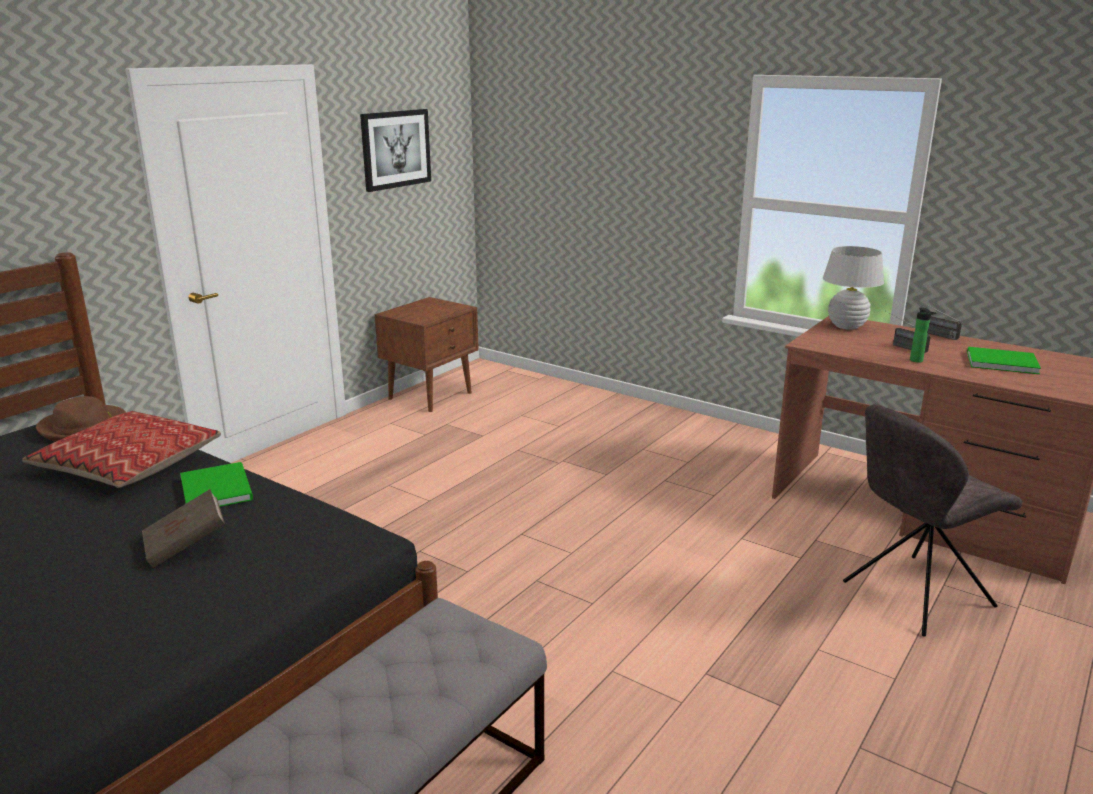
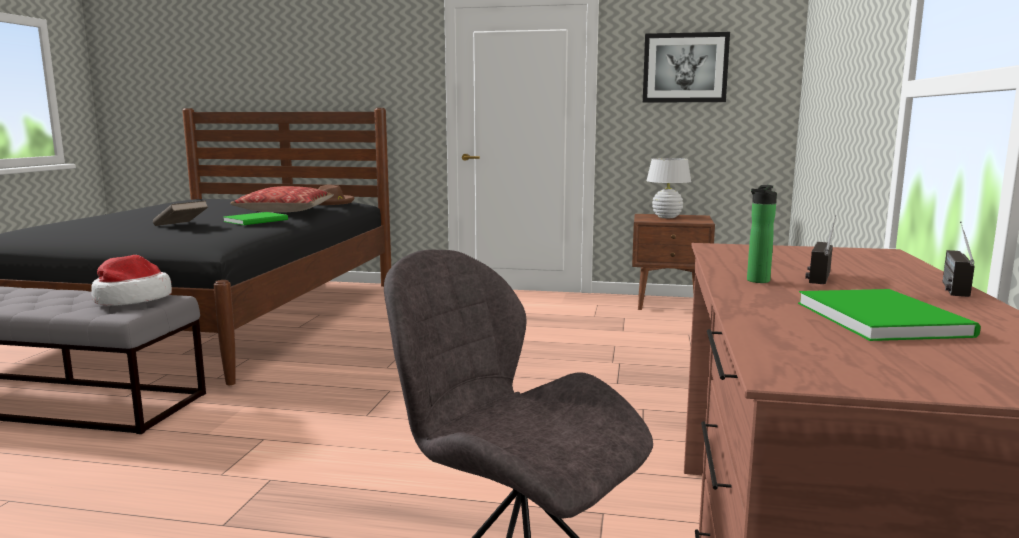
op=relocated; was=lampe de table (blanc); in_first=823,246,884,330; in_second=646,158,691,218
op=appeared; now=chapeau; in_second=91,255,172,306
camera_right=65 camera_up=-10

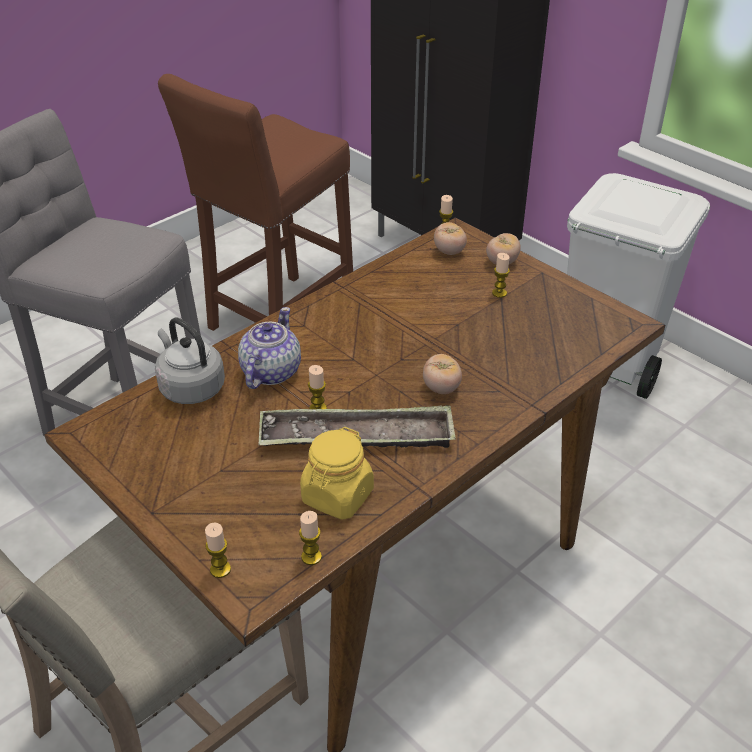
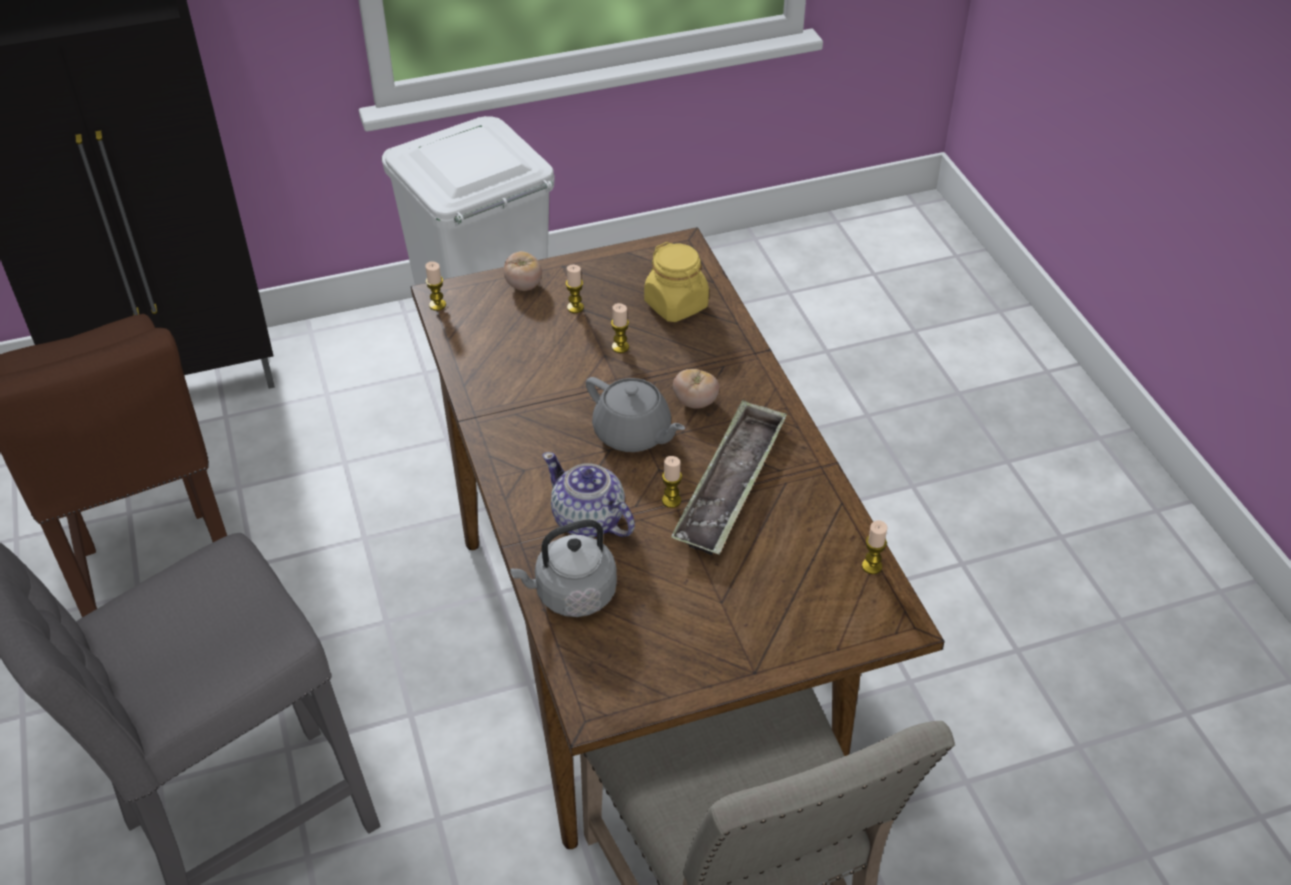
op=missing; was=tomate; in_first=434,222,467,255
op=relocated; was=bocal (jaune); in_first=300,427,374,520; in_second=644,242,709,322
op=relocated; was=bougie; in_first=205,523,231,578; in_second=611,303,629,353
op=appeared; now=théière (gris); in_second=586,377,685,452
camera_right=-65 camera_up=5

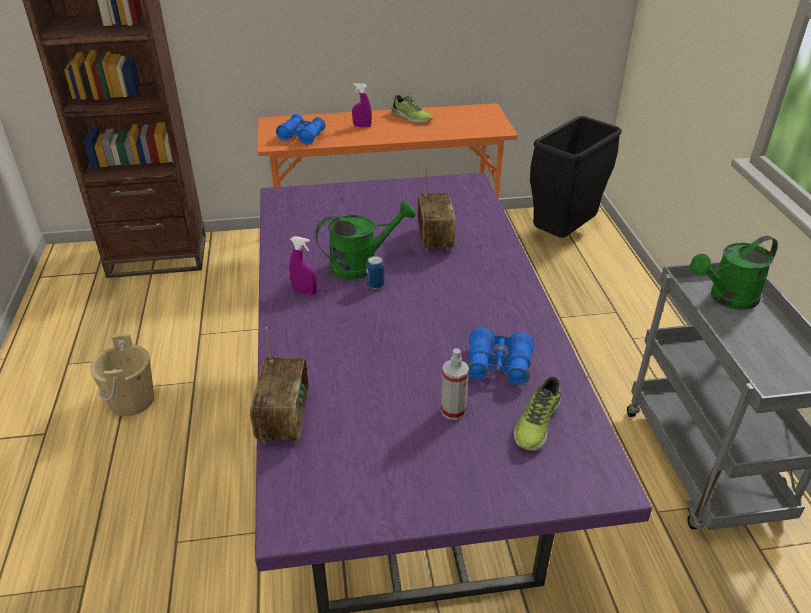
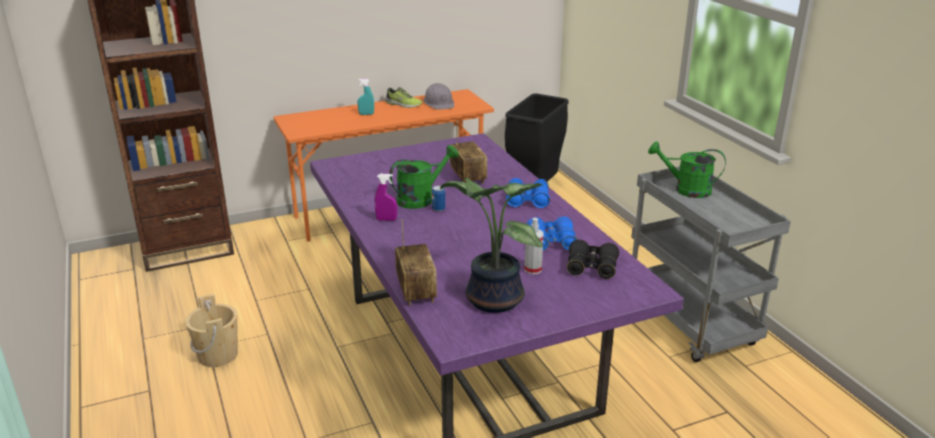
op=colour; was=vaporisateur (violet); now=vaporisateur (turquoise); in_first=352,83,372,127; in_second=357,79,374,115
op=relocated; was=jumelles (bleu); in_first=276,114,326,144; in_second=506,178,550,208
op=spun; was=arrosoir (vert); in_first=690,235,778,310; in_second=648,141,726,198; clockwise=60
op=exchanged; was=chaussure; now=jumelles (noir); in_first=514,377,561,451; in_second=567,240,619,279
op=appeared; now=casque de chantier (gris); in_second=423,83,454,110
op=appeared; now=plante en pot; in_second=440,178,543,313
camera_right=-15 camera_up=-10

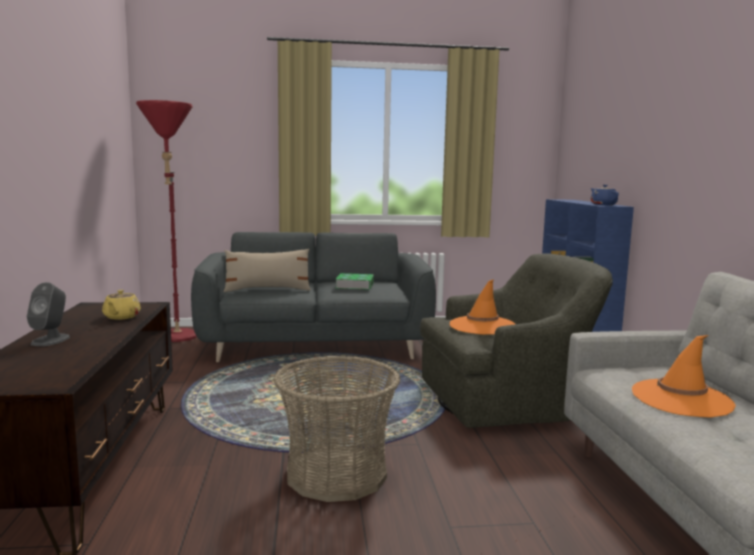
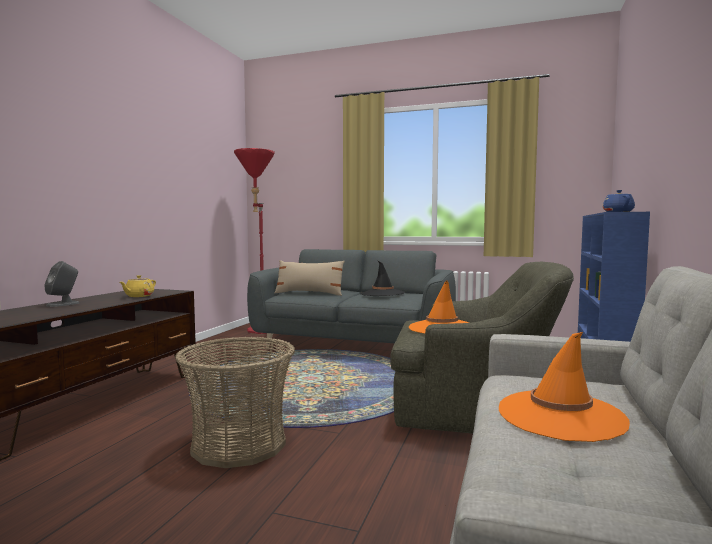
op=exchanged; was=livre; now=chapeau (noir); in_first=335,273,374,290; in_second=360,261,405,296
camera_right=25 camera_up=-5

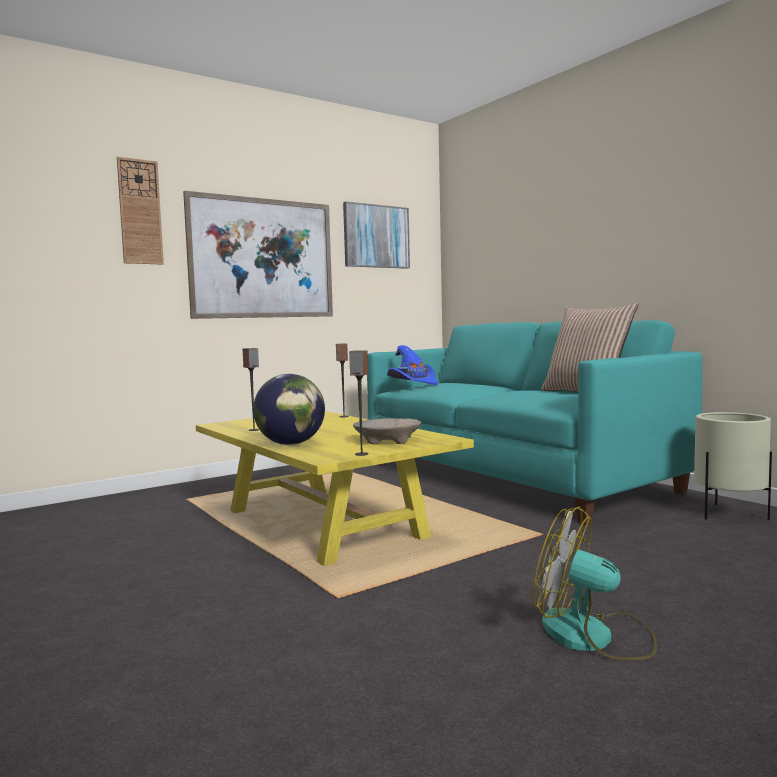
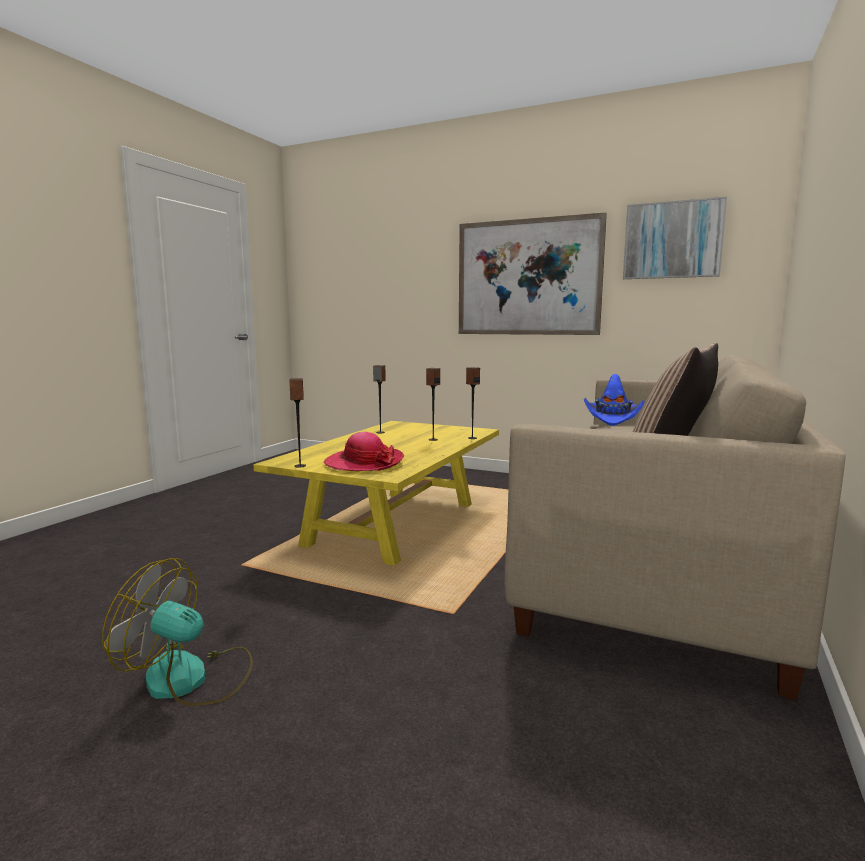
op=missing; was=horloge murale; in_first=117,157,164,265
op=colour; was=canapé (turquoise); now=canapé (beige); in_first=367,320,703,525; in_second=504,355,845,700
op=missing; was=globe; in_first=253,374,325,445
op=missing; was=cache-pot (beige); in_first=694,412,772,520
op=exchanged; was=bol (beige); now=chapeau; in_first=353,418,421,444; in_second=324,432,404,471
op=spun; was=ventilateur; in_first=532,507,657,661; in_second=102,558,253,706; clockwise=-75
op=appeared; now=enceinte; in_second=426,368,440,441
camera_right=60 camera_up=5

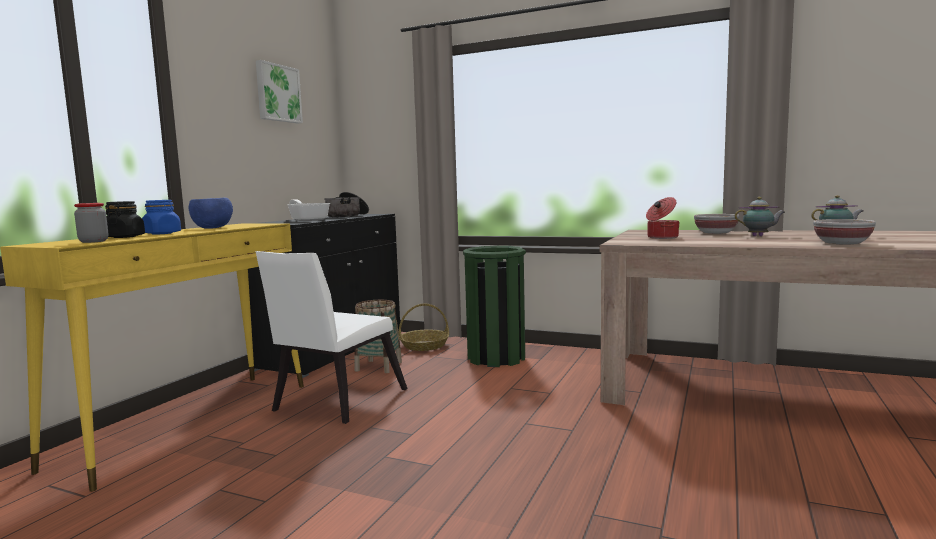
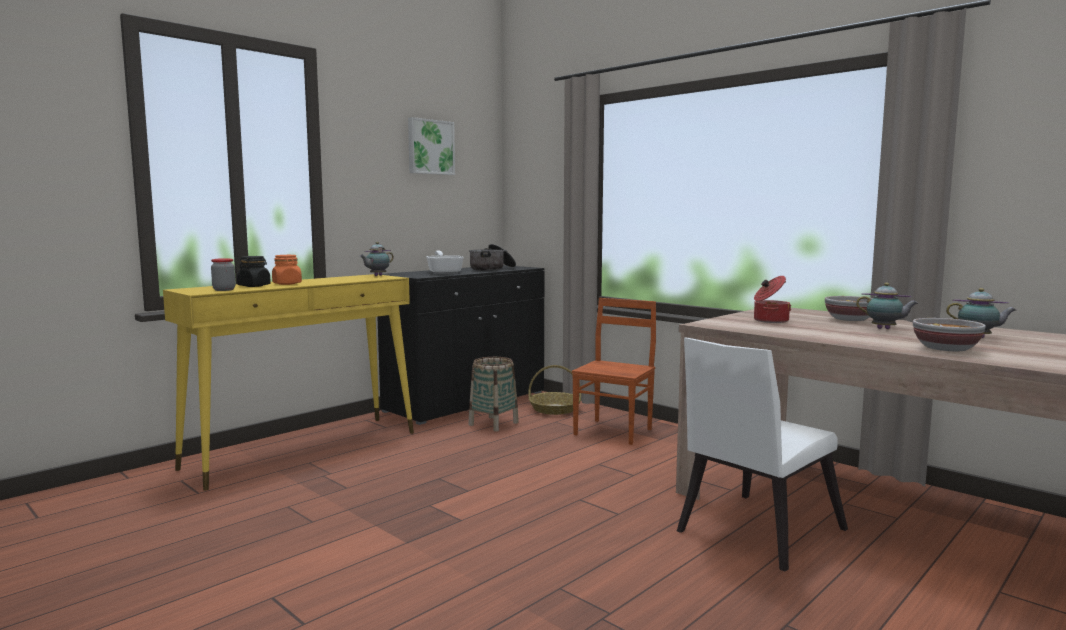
op=missing; was=bol (bleu); in_first=189,198,233,229
op=colour; was=bocal (bleu); now=bocal (orange); in_first=142,200,181,235; in_second=272,255,302,285
op=exchanged; was=poubelle (vert); now=chaise (marron); in_first=463,246,526,367; in_second=572,298,656,445
op=relocated; was=chaise (blanc); in_first=256,251,408,424; in_second=677,337,848,572
op=appeared; now=théière; in_second=360,242,394,276
camera_right=20 camera_up=0

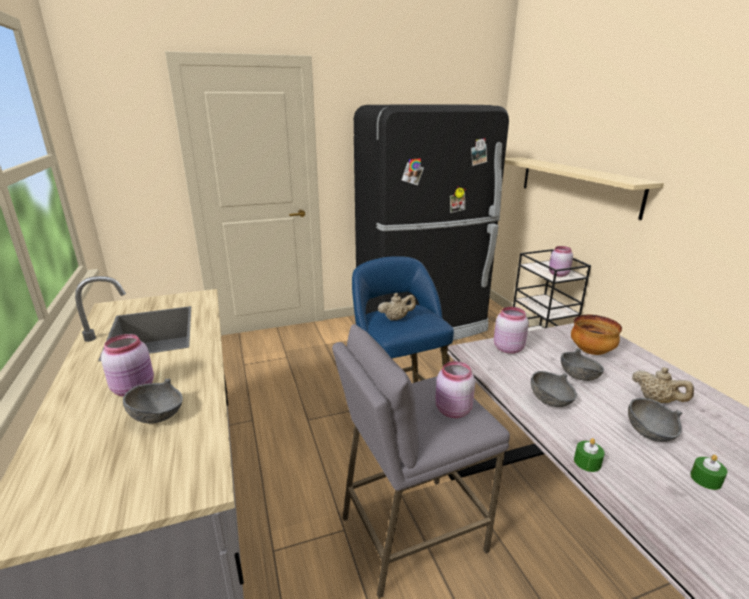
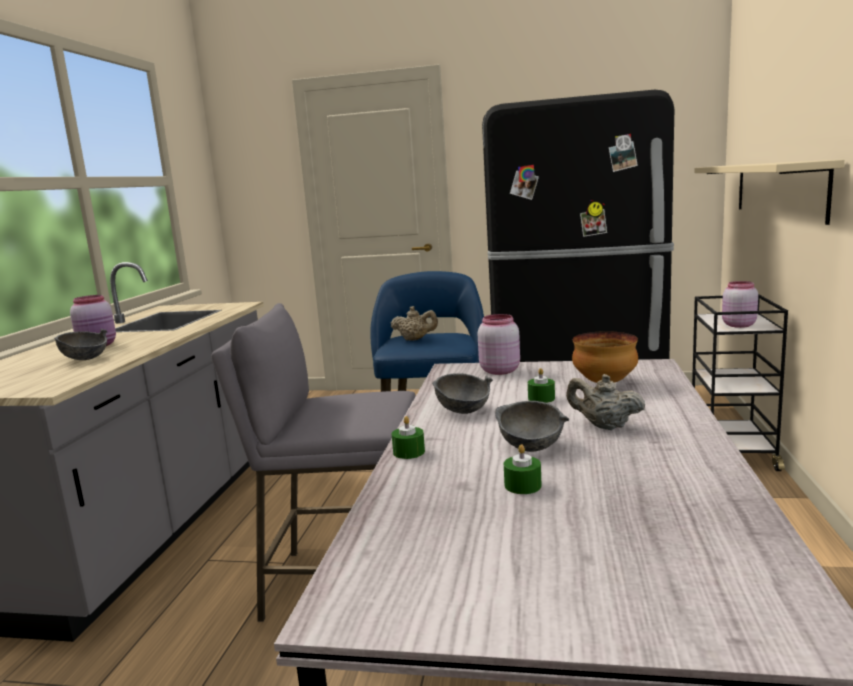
op=exchanged; was=bol (gris); now=bougie (vert); in_first=561,348,604,381; in_second=528,368,555,403
op=missing; was=bocal (rose); in_first=435,361,475,418
op=spun; was=théière (beige); in_first=632,367,694,403; in_second=566,374,645,430; clockwise=135
camera_right=30 camera_up=-10

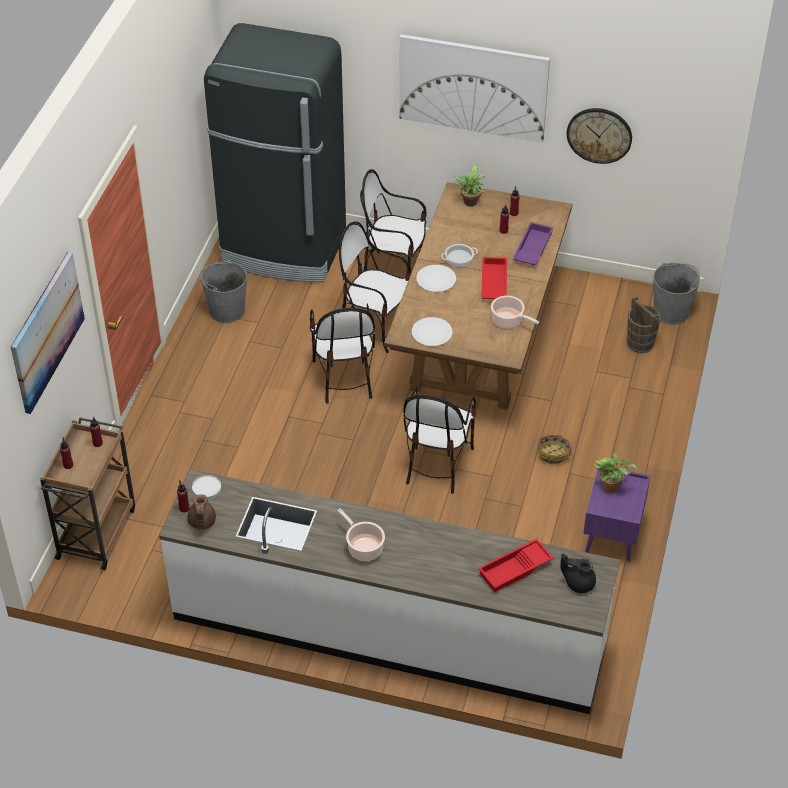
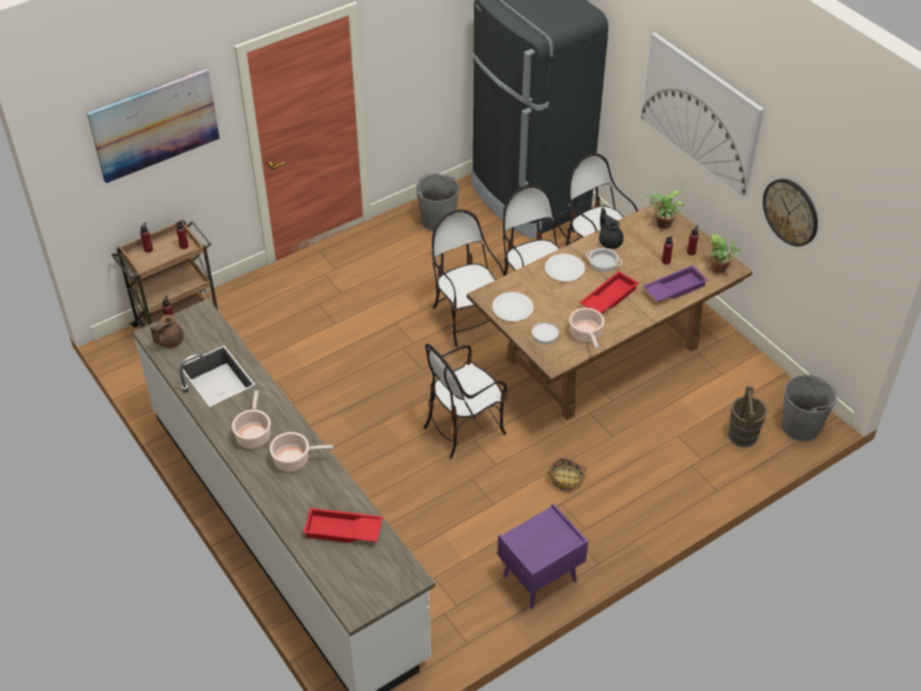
op=spun; was=chaise; in_first=310,303,375,404; in_second=432,210,505,347; clockwise=120
op=relocated; was=plante en pot; in_first=594,454,637,492; in_second=709,234,740,274
op=relocated; was=assiette (blanc); in_first=192,475,221,500; in_second=532,322,559,344
op=relocated; was=théière (noir); in_first=560,553,596,593; in_second=599,208,624,249
op=appeared; now=marmite; in_second=270,432,333,472
camera_right=40 camera_up=0

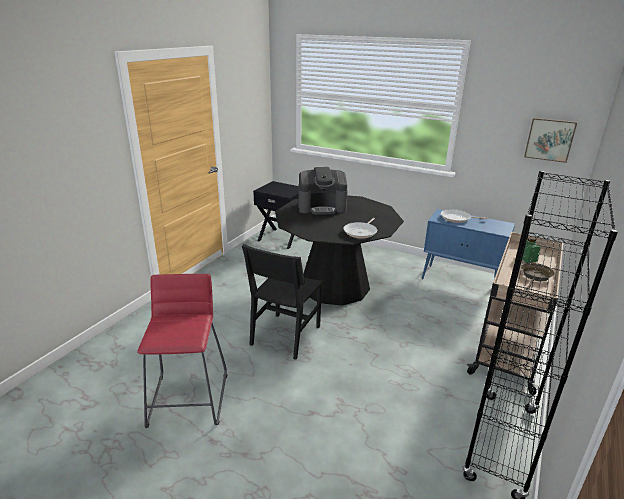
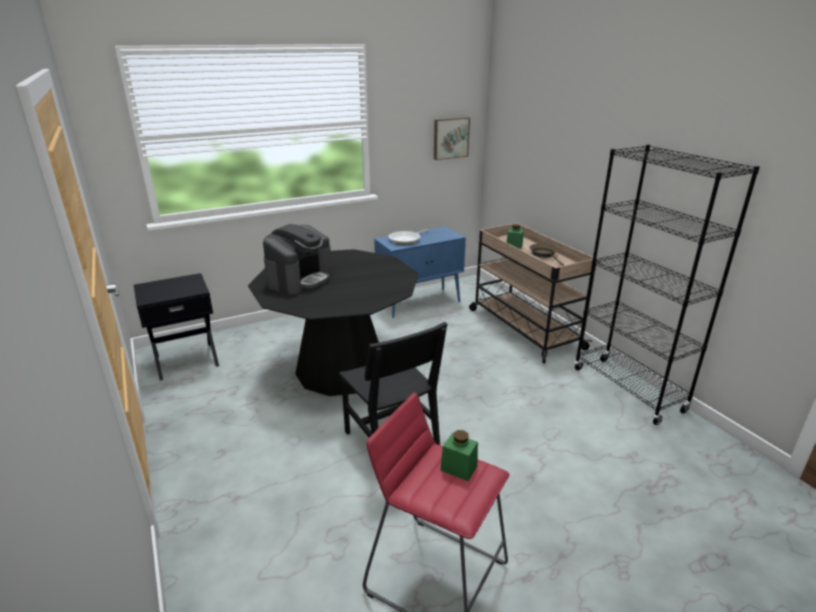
op=missing; was=poêle; in_first=344,218,377,239
op=appeared; now=bocal (vert); in_second=440,430,478,481
camera_right=-55 camera_up=0

